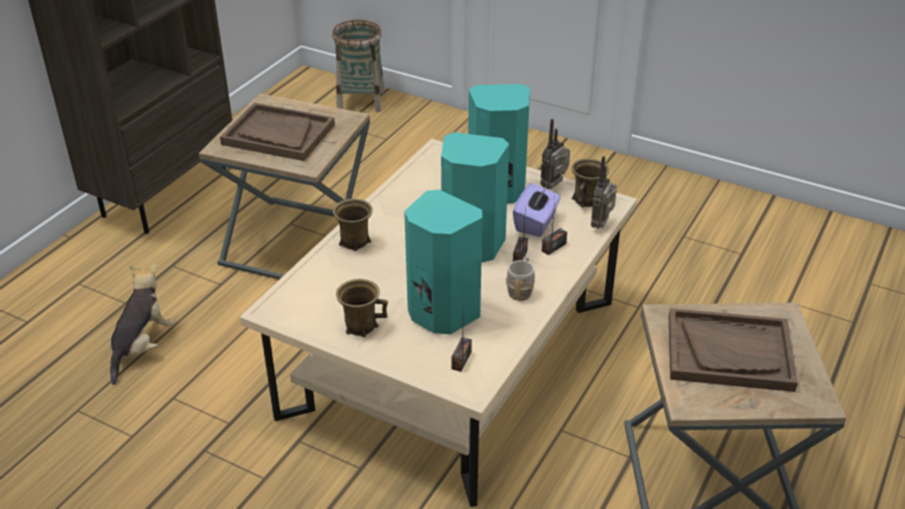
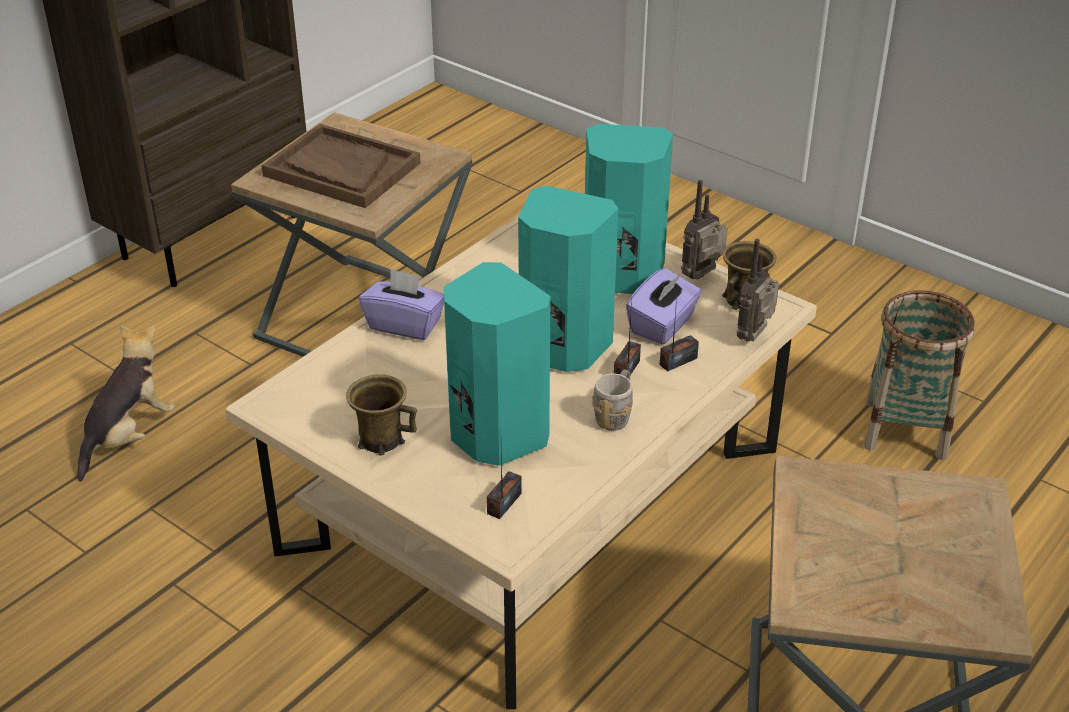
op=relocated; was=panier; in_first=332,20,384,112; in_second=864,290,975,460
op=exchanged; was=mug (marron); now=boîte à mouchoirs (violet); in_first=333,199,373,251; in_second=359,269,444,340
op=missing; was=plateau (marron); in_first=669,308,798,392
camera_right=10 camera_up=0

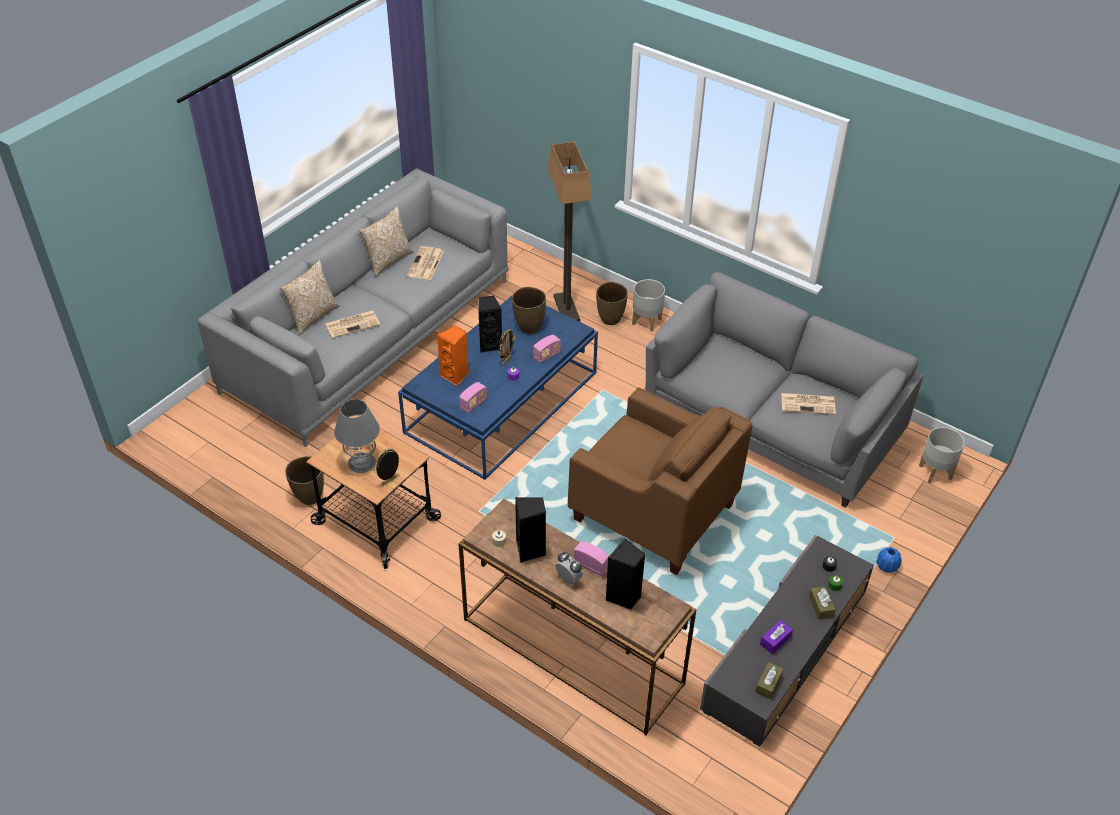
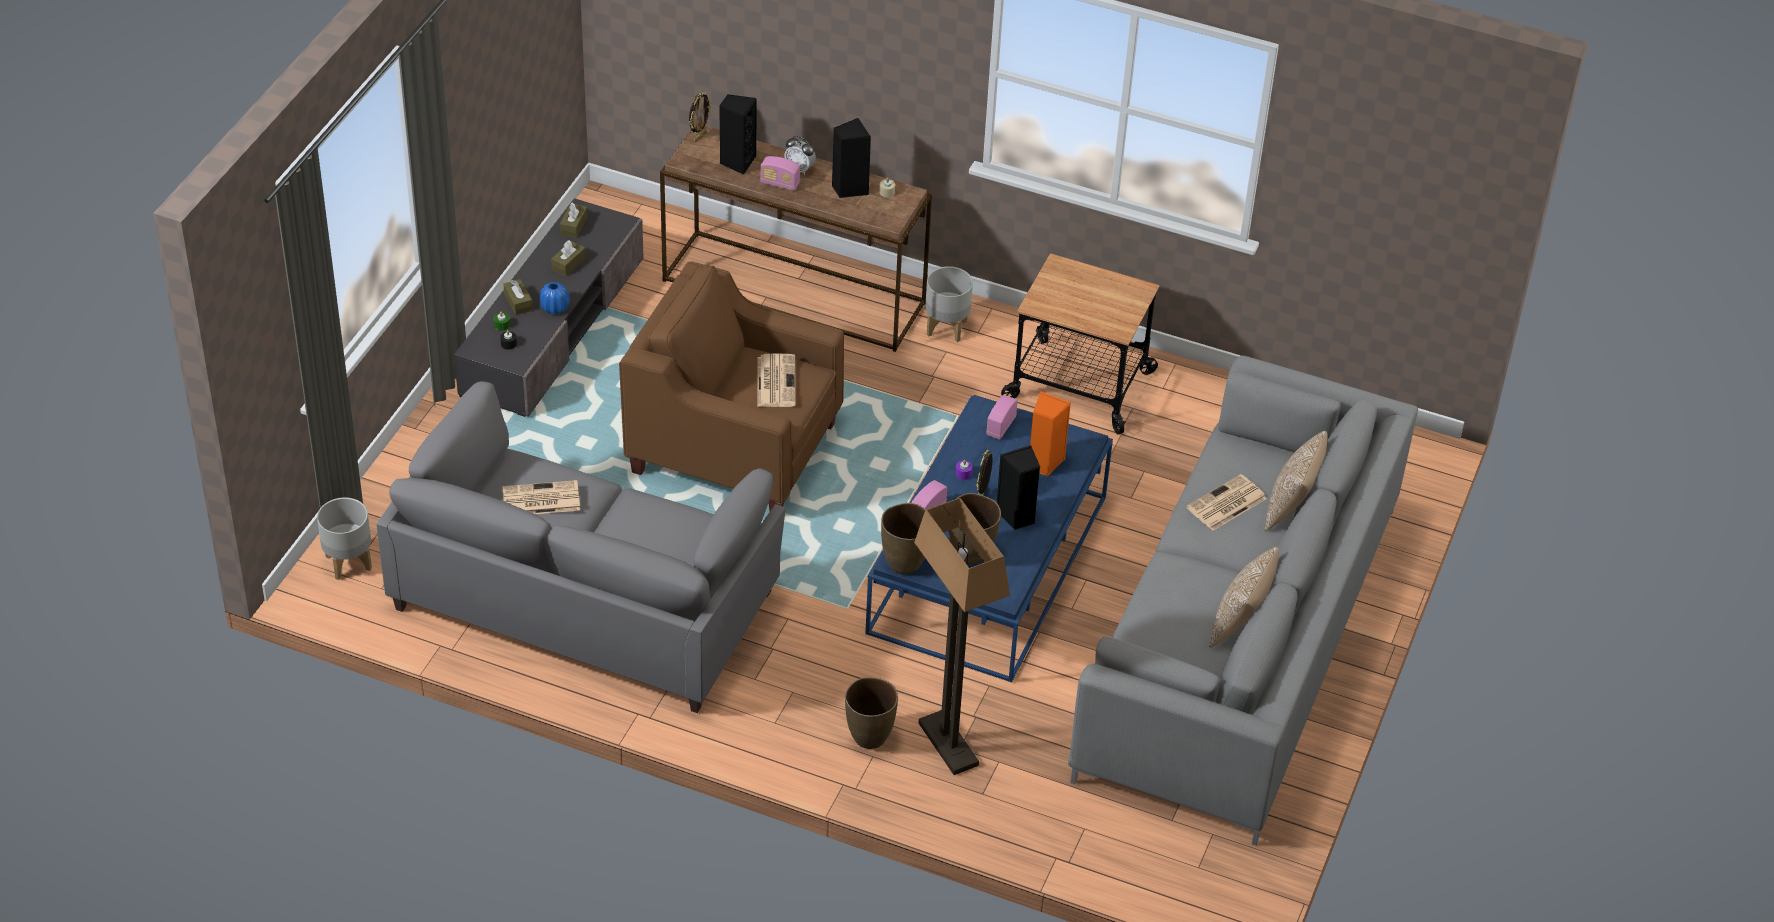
op=relocated; was=journal; in_first=407,246,444,280; in_second=757,353,796,407
op=relocated; was=cache-pot (gris); in_first=632,279,665,332; in_second=925,266,973,342
op=missing; was=lampe de table (gris); in_first=334,399,380,473
op=relocated; was=cadre photo; in_first=374,448,399,486; in_second=689,92,712,142
op=relocated; was=vase (marron); in_first=285,456,324,505; in_second=881,503,926,574
op=relocated; was=vase (bleu); in_first=876,547,902,573; in_second=540,282,570,314
op=colour; was=boîte à mouchoirs (violet); now=boîte à mouchoirs (marron); in_first=760,620,793,654; in_second=551,240,586,276
camera_right=165 camera_up=0

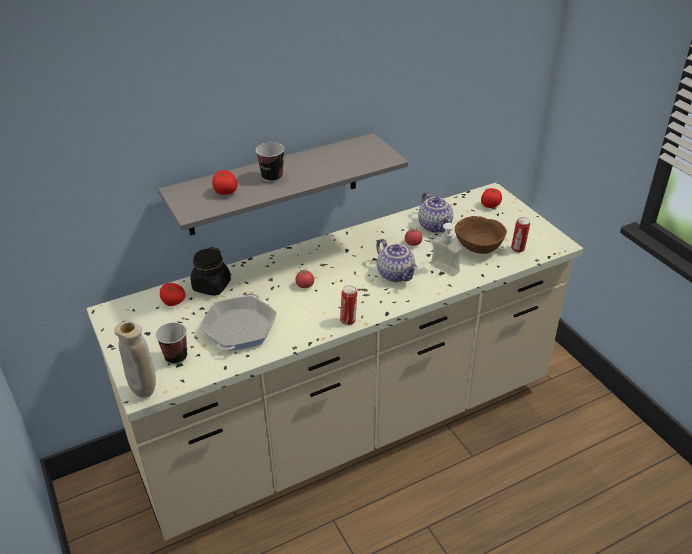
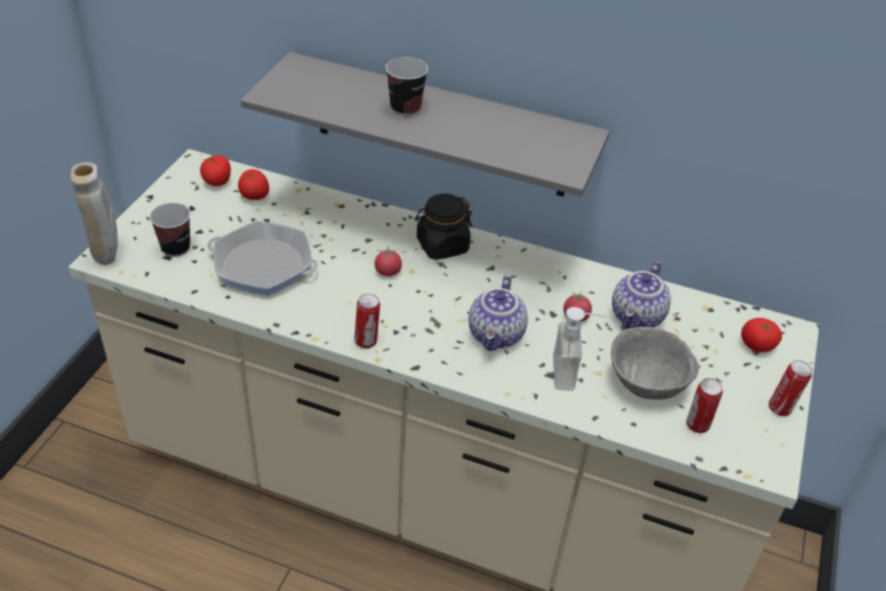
op=relocated; was=tomate; in_first=212,170,237,195; in_second=200,155,231,186
op=colour; was=bol (marron); now=bol (gris); in_first=455,216,507,254; in_second=611,327,699,400
op=relocated; was=bocal (noir); in_first=190,247,231,296; in_second=415,194,472,260
op=spun; was=poêle; in_first=200,293,277,351; in_second=207,221,318,296; clockwise=45
op=appeared; now=boîte métallique; in_second=769,360,812,416
camera_right=45 camera_up=5

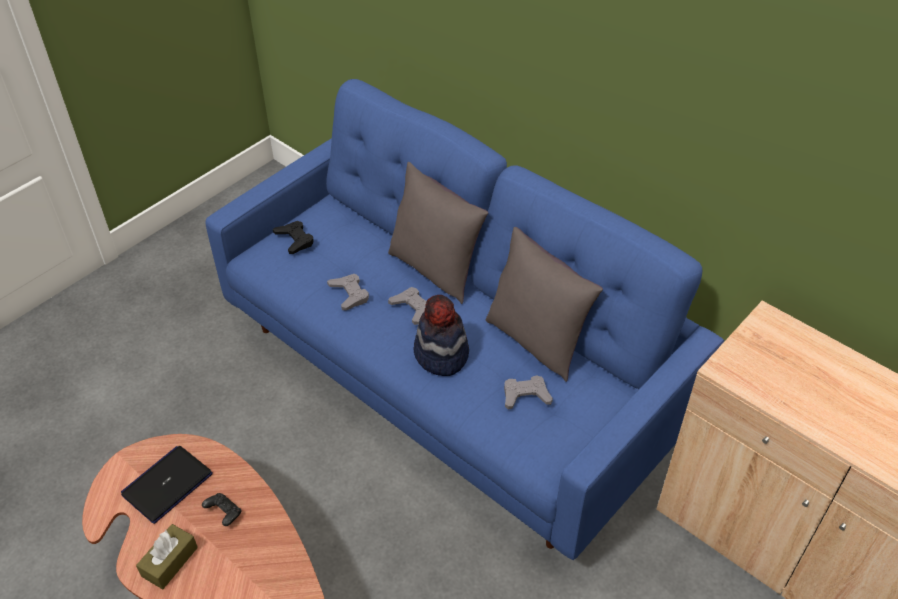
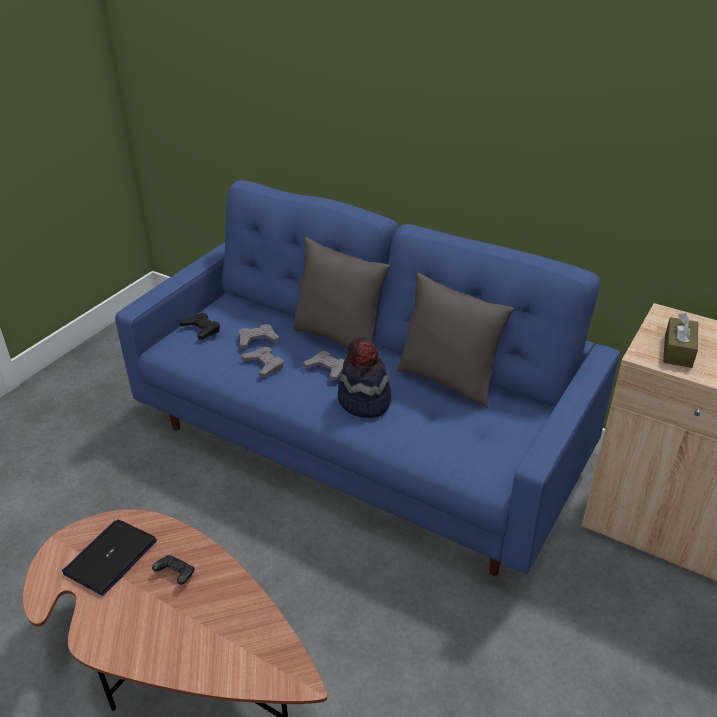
op=relocated; was=manette (gris); in_first=504,375,553,410; in_second=239,324,279,349
op=relocated; was=boîte à mouchoirs (marron); in_first=136,524,198,590; in_second=663,313,698,368
camera_right=-10 camera_up=-10

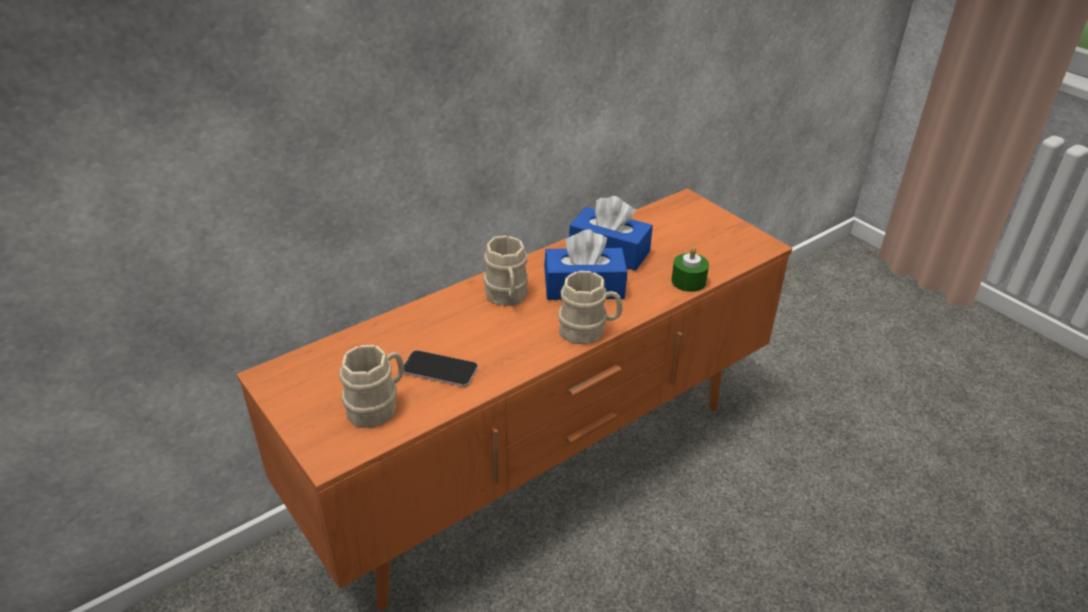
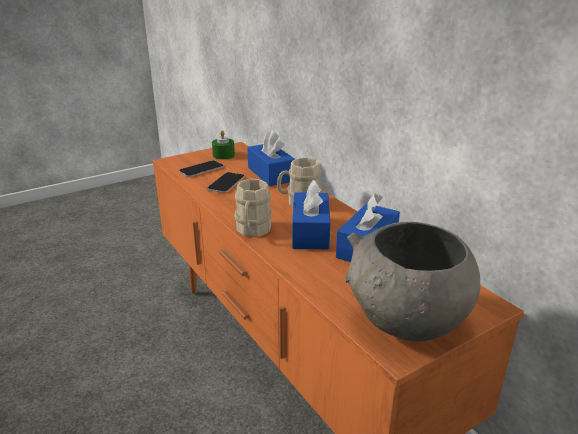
op=relocated; was=bougie (vert); in_first=671,247,709,292; in_second=212,130,235,160
op=exchanged; was=mug (beige); now=téléphone; in_first=339,345,404,428; in_second=179,160,224,177
op=appeared; now=boîte à mouchoirs (bleu); in_second=247,131,295,186
op=appeared; now=bol (gris); in_second=345,222,480,342
camera_right=95 camera_up=-10

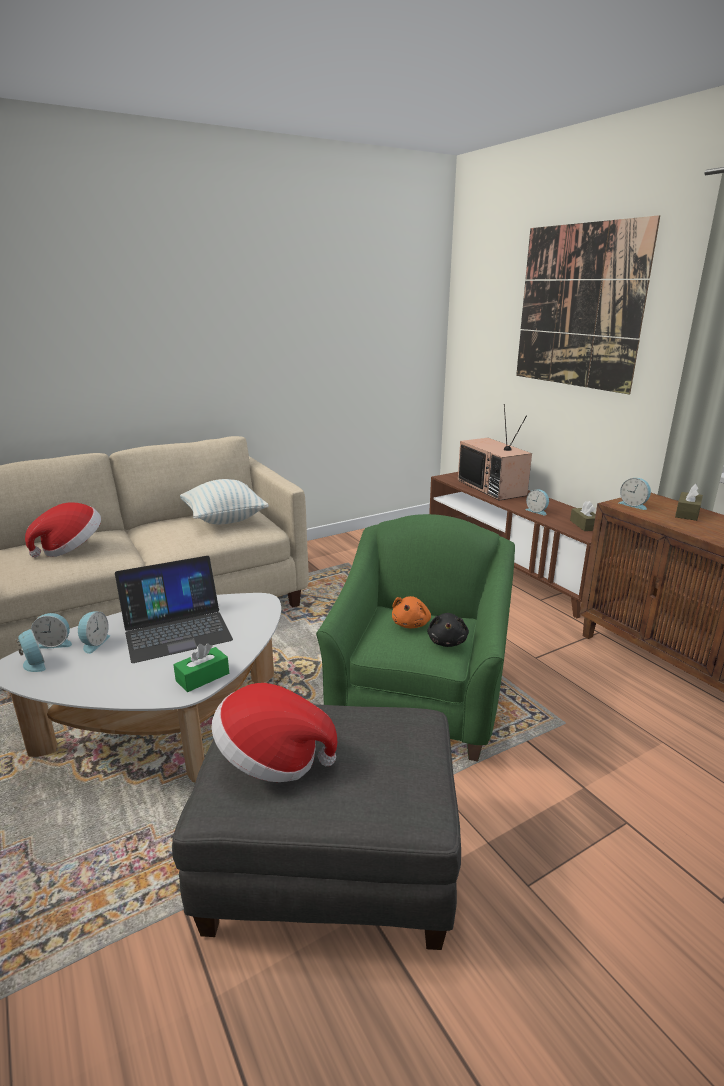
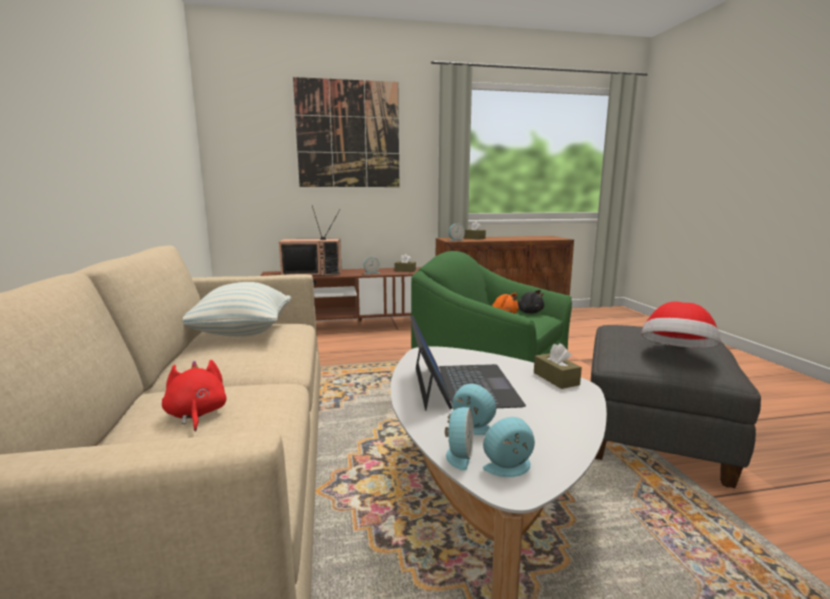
op=exchanged; was=chapeau; now=peluche (rouge); in_first=25,502,101,558; in_second=162,360,227,431
op=colour; was=boîte à mouchoirs (vert); now=boîte à mouchoirs (marron); in_first=173,643,229,692; in_second=534,343,582,389
camera_right=-70 camera_up=-10

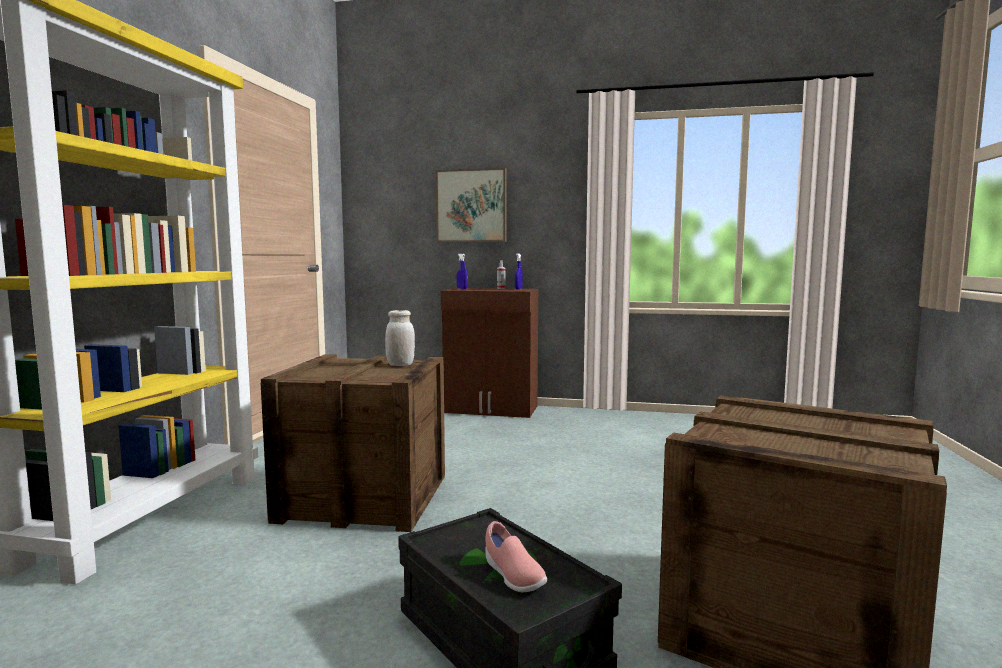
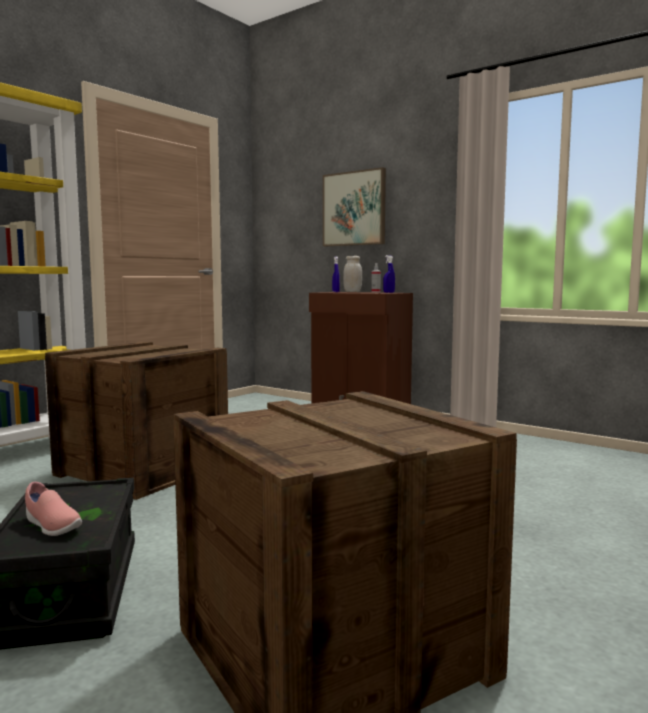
op=relocated; was=bocal (blanc); in_first=385,310,415,366; in_second=343,256,362,292
op=spun; was=chaussure (rose); in_first=485,521,547,592; in_second=25,482,82,536; clockwise=-45
camera_right=25 camera_up=0

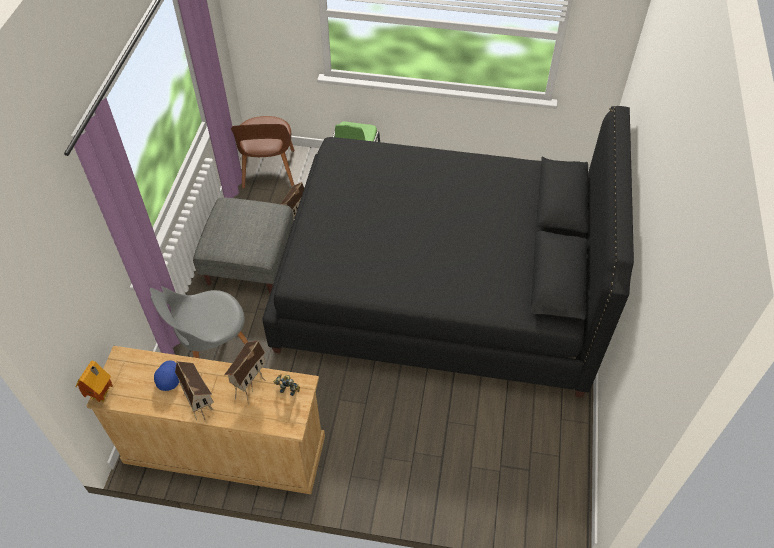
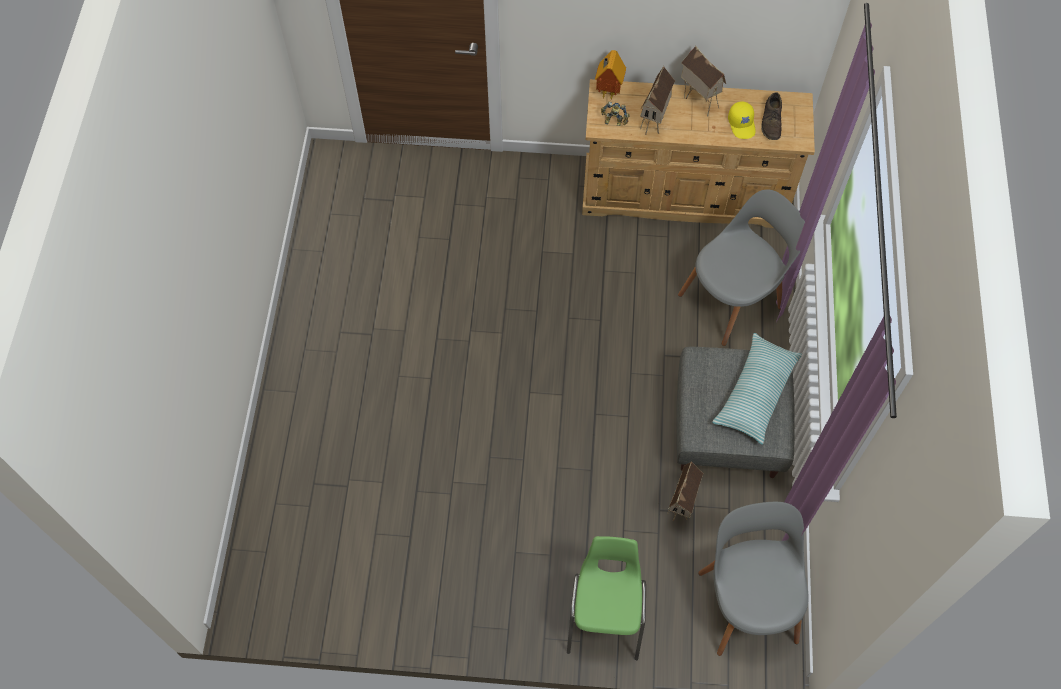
op=missing; was=lit (noir); in_first=262,106,634,398
op=colour; was=chaise (marron); now=chaise (gris); in_first=231,116,294,189; in_second=698,502,809,656
op=colour; was=casquette (bleu); now=casquette (jaune); in_first=154,360,179,391; in_second=728,101,755,139
op=relocated; was=maison miniature; in_first=76,361,113,403; in_second=595,50,626,99
op=appeared; now=chaussure (marron); in_second=761,92,782,140
op=appeared; now=coussin; in_second=713,333,802,445
camera_right=175 camera_up=10

